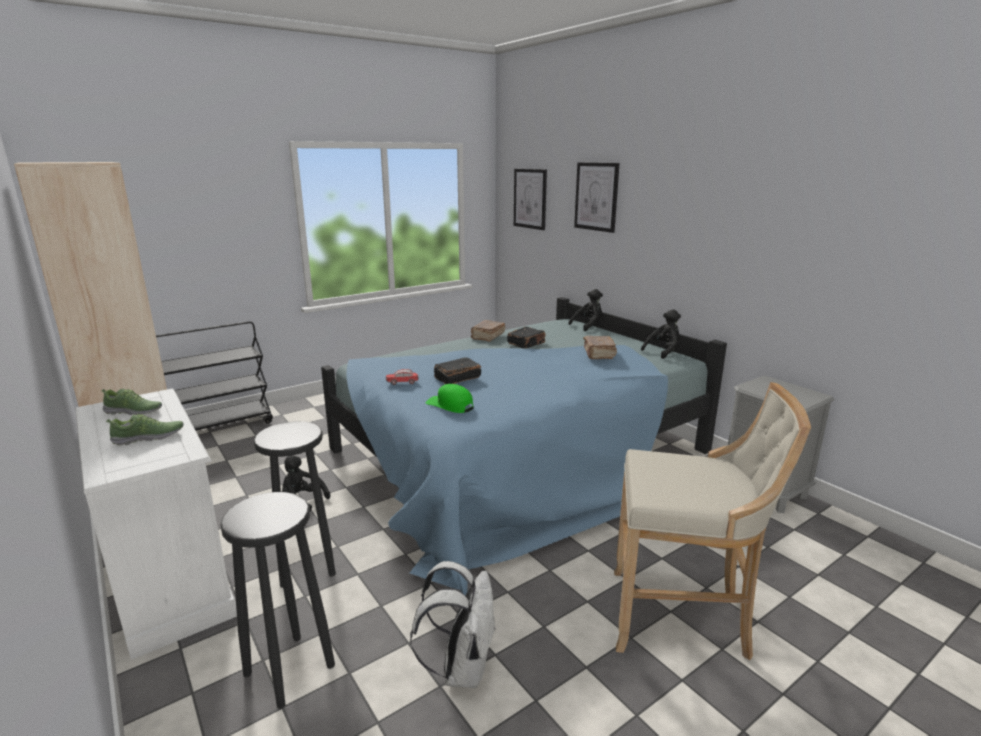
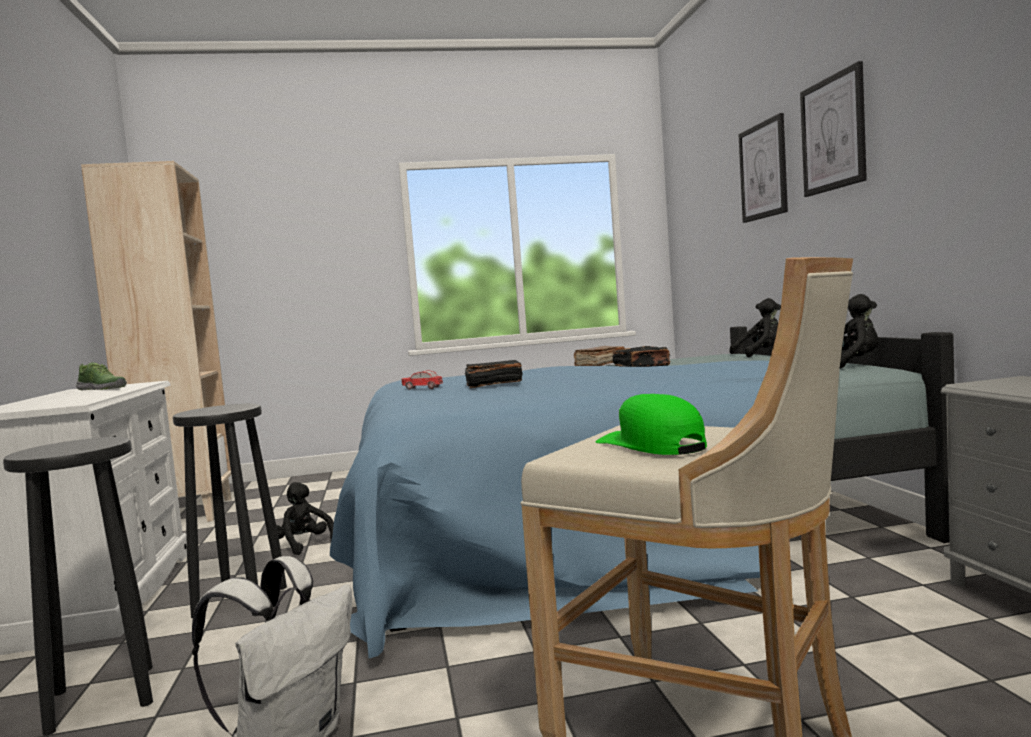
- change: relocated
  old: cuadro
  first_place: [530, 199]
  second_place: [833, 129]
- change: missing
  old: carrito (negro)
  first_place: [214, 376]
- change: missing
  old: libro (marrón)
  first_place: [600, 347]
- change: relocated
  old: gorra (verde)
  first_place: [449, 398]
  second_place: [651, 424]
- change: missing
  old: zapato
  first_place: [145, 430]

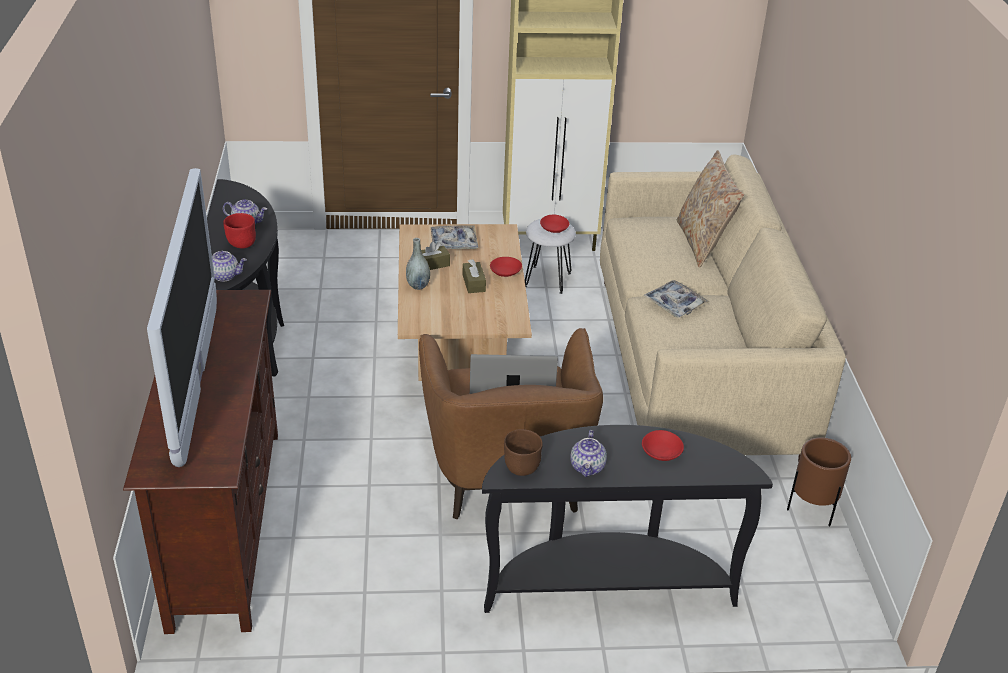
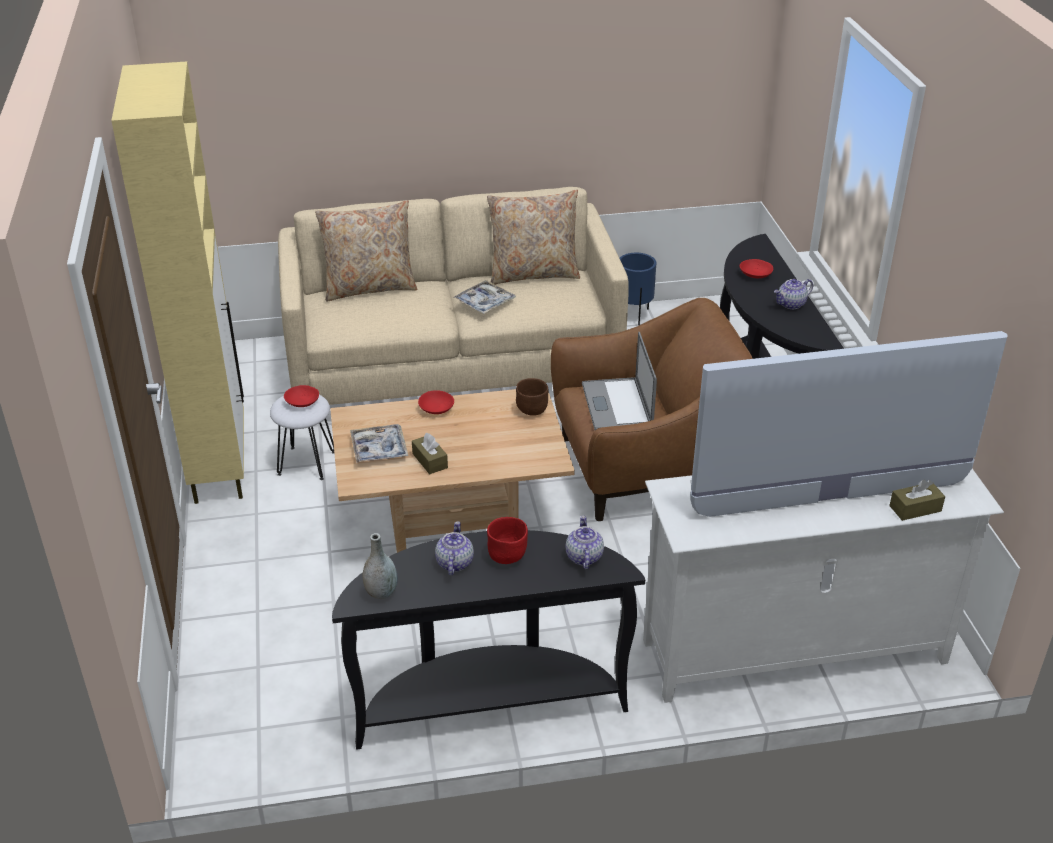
- change: relocated
  old: florero (gris)
  first_place: [418, 264]
  second_place: [380, 566]
- change: relocated
  old: caja de pañuelos (marrón)
  first_place: [474, 276]
  second_place: [917, 500]
- change: colour
  old: mueble de televisión (marrón)
  new: mueble de televisión (blanco)
  first_place: [200, 462]
  second_place: [823, 586]
- change: relocated
  old: cuenco (marrón)
  first_place: [523, 452]
  second_place: [532, 397]
- change: spun
  old: tetera
  first_place: [588, 453]
  second_place: [793, 294]
  degrees: 150
- change: colour
  old: maceta (marrón)
  new: maceta (azul)
  first_place: [819, 482]
  second_place: [638, 289]
- change: appeared
  new: cojín (beis)
  second_place: [533, 237]

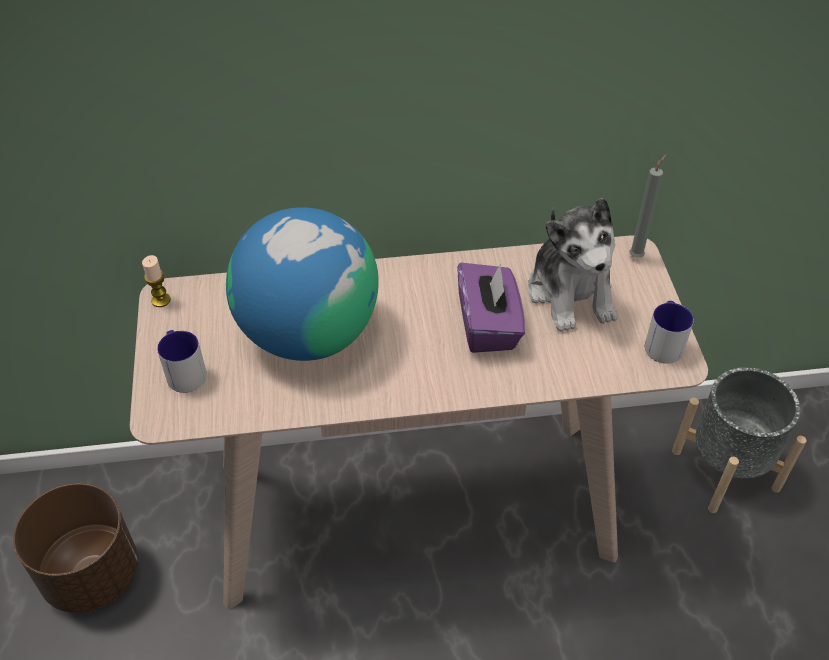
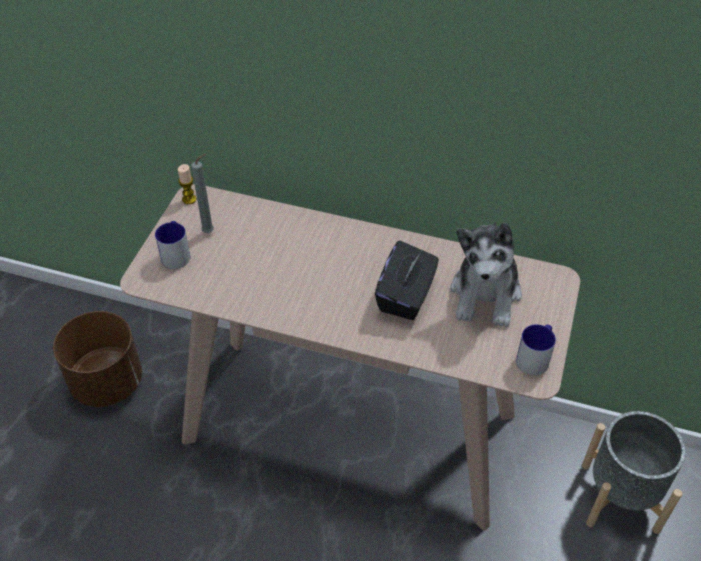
- change: relocated
  old: vela (gris)
  first_place: [648, 206]
  second_place: [202, 193]
- change: missing
  old: globo terráqueo
  first_place: [302, 284]
- change: colour
  old: caja de pañuelos (morado)
  new: caja de pañuelos (negro)
  first_place: [491, 308]
  second_place: [407, 280]

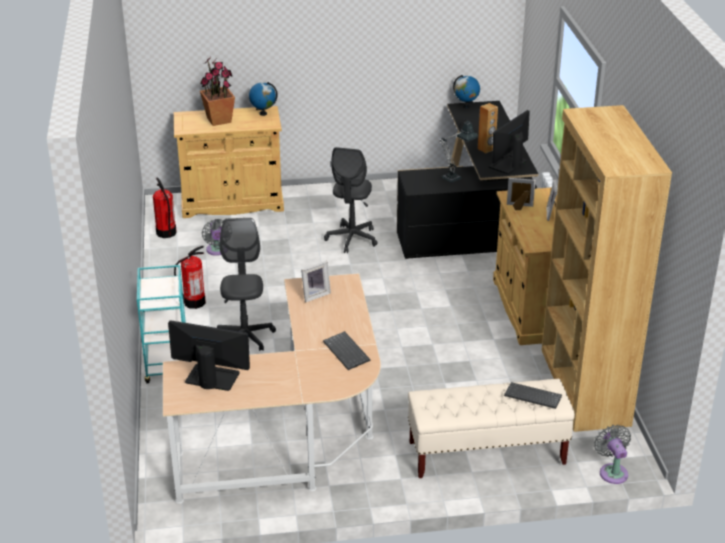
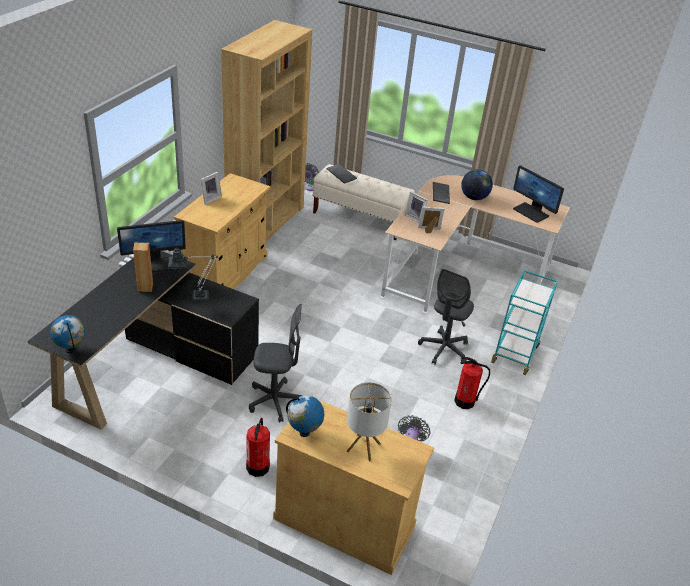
- change: exchanged
  old: planta en maceta
  new: lámpara de mesa
  first_place: [217, 92]
  second_place: [369, 422]
- change: spun
  old: silla de oficina (gris)
  first_place: [350, 200]
  second_place: [275, 363]
  degrees: 45
- change: relocated
  old: extintor
  first_place: [165, 207]
  second_place: [258, 447]
- change: relocated
  old: portarretratos
  first_place: [521, 194]
  second_place: [416, 207]
- change: appeared
  new: globo terráqueo
  second_place: [477, 184]

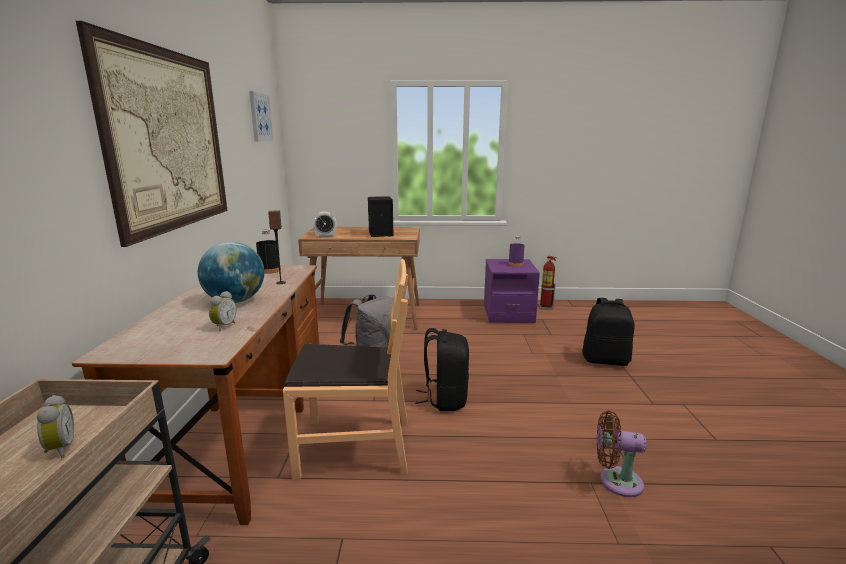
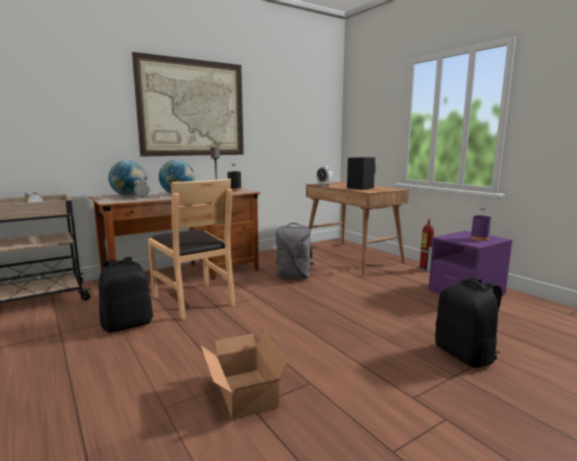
- change: missing
  old: cuadro
  first_place: [261, 116]
- change: relocated
  old: extintor
  first_place: [547, 283]
  second_place: [425, 245]
- change: relocated
  old: mochila (negro)
  first_place: [442, 369]
  second_place: [126, 295]
- change: exchanged
  old: ventilador (marrón)
  new: caja de cartón
  first_place: [622, 454]
  second_place: [244, 375]
- change: appeared
  new: globo terráqueo
  second_place: [127, 178]

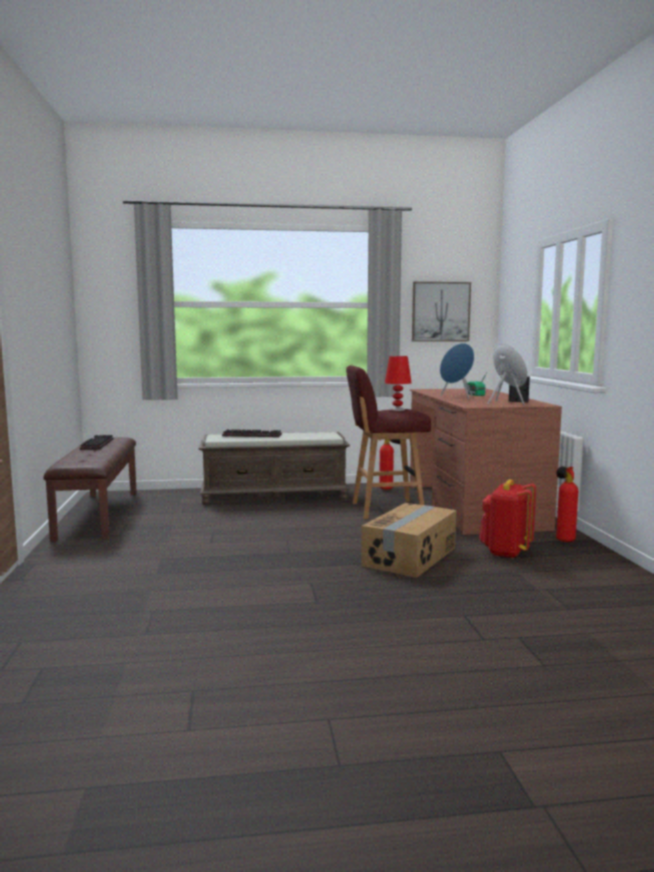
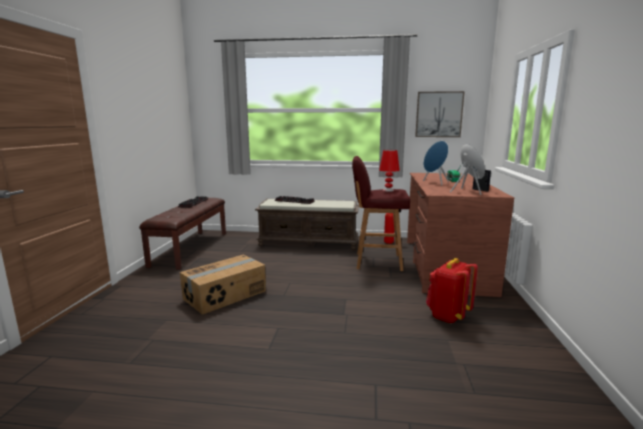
- change: missing
  old: extintor
  first_place: [567, 504]
- change: relocated
  old: caja de cartón
  first_place: [408, 540]
  second_place: [223, 285]

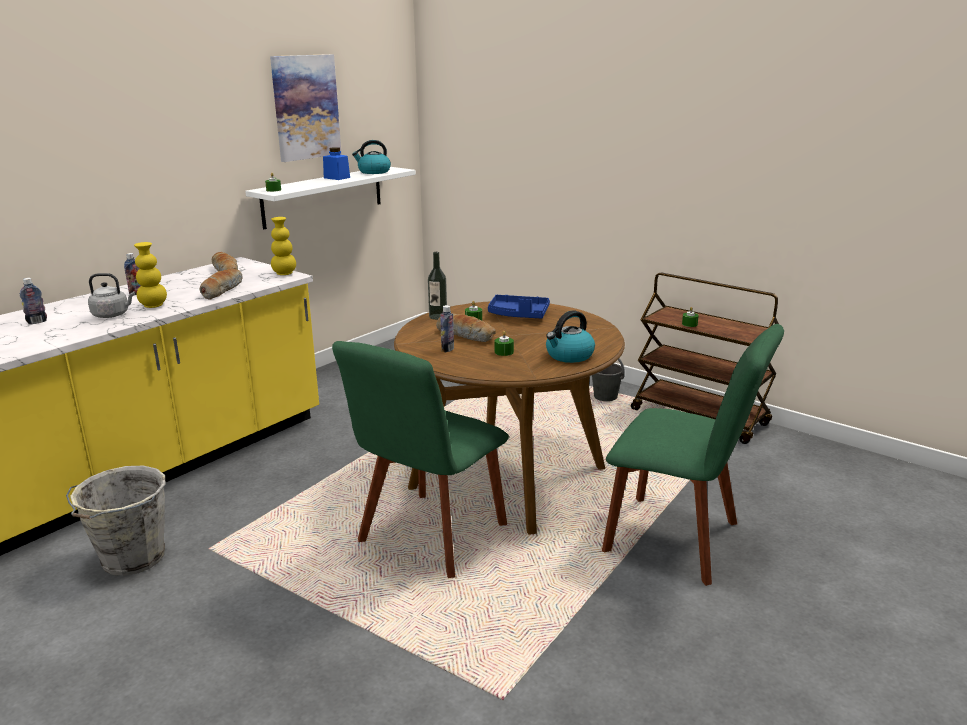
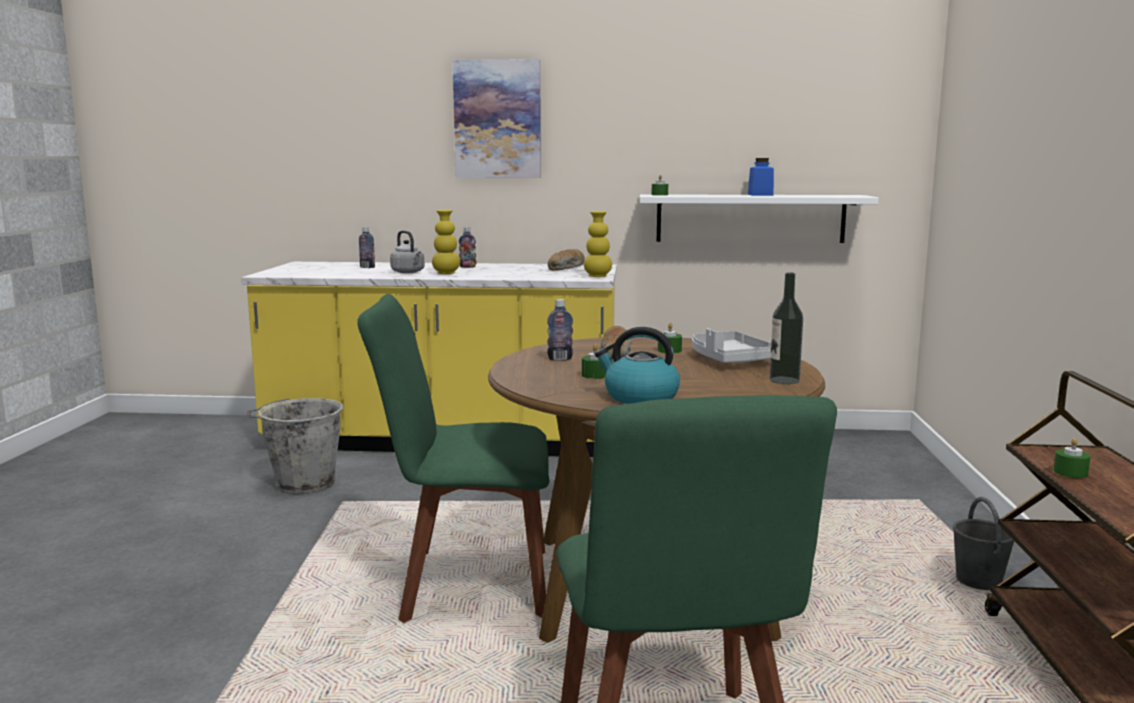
- change: relocated
  old: cuadro
  first_place: [306, 108]
  second_place: [497, 118]
- change: missing
  old: hervidor
  first_place: [371, 157]
- change: relocated
  old: botella
  first_place: [437, 286]
  second_place: [786, 328]
- change: missing
  old: pan
  first_place: [221, 284]
- change: colour
  old: bandeja (azul)
  new: bandeja (gris)
  first_place: [519, 306]
  second_place: [731, 345]

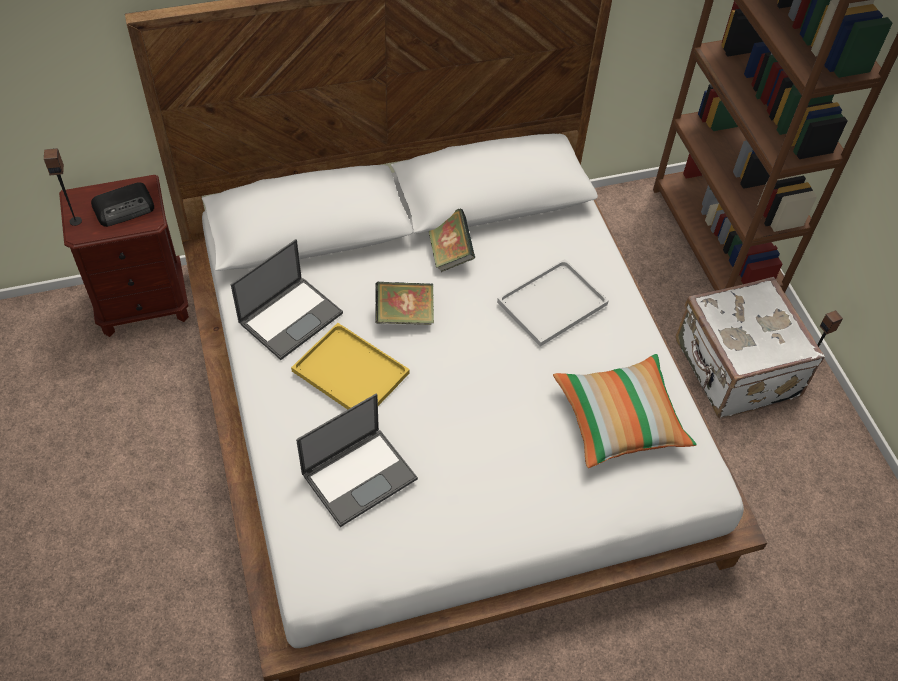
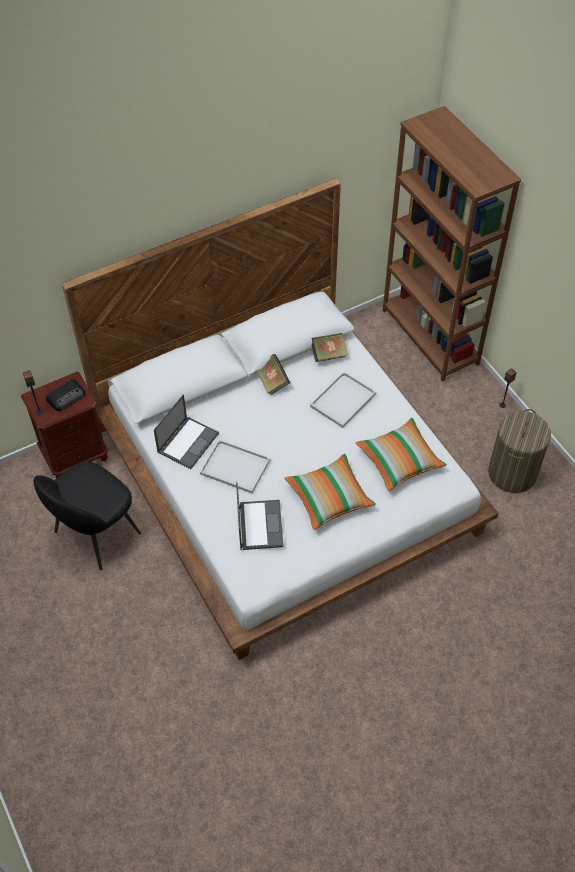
- change: missing
  old: maleta (blanco)
  first_place: [750, 347]
- change: relocated
  old: libro
  first_place: [404, 303]
  second_place: [329, 347]
- change: colour
  old: bandeja (amarillo)
  new: bandeja (blanco)
  first_place: [350, 366]
  second_place: [235, 466]
- change: spun
  old: portátil
  first_place: [357, 460]
  second_place: [260, 516]
  degrees: -45
- change: appeared
  new: cesto de la ropa
  second_place: [519, 451]
- change: appeared
  new: cojín
  second_place: [330, 492]
- change: appeared
  new: silla (negro)
  second_place: [87, 516]

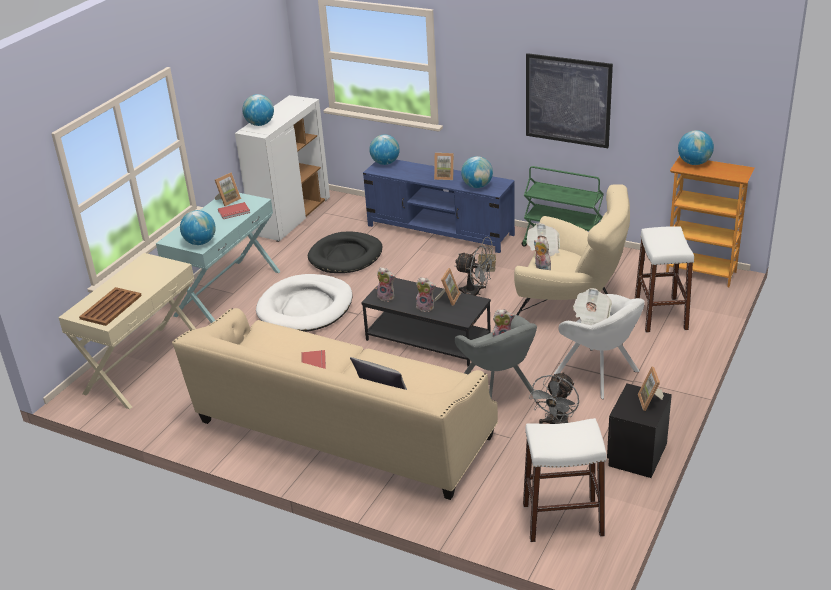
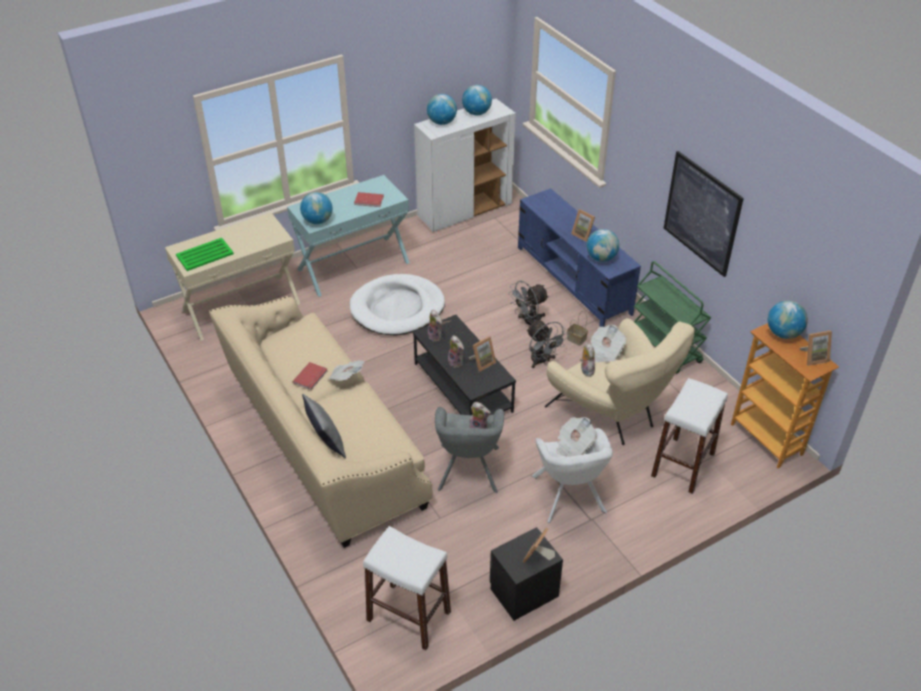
- change: relocated
  old: globo terráqueo
  first_place: [384, 149]
  second_place: [477, 100]
- change: relocated
  old: portarretratos
  first_place: [227, 189]
  second_place: [816, 348]
- change: missing
  old: cama para perro (negro)
  first_place: [345, 252]
- change: colour
  old: bandeja (marrón)
  new: bandeja (verde)
  first_place: [110, 306]
  second_place: [205, 254]
- change: relocated
  old: ventilador (gris)
  first_place: [554, 398]
  second_place: [528, 303]
- change: appeared
  new: periódico
  second_place: [346, 370]

